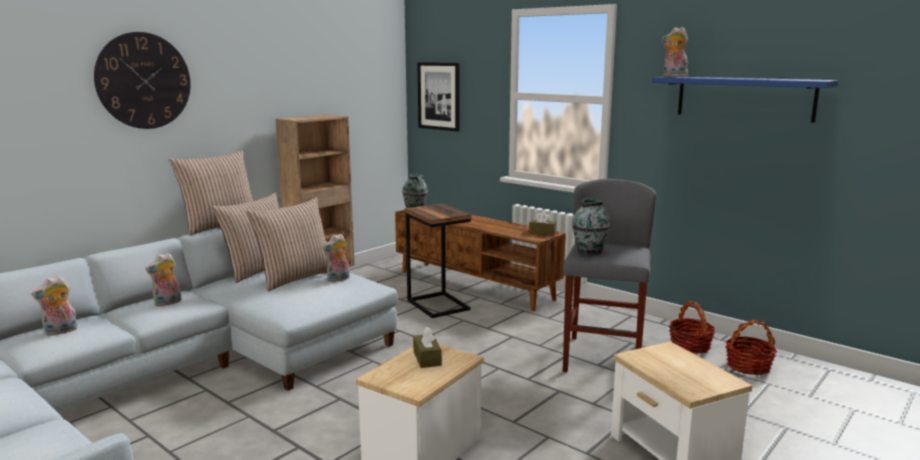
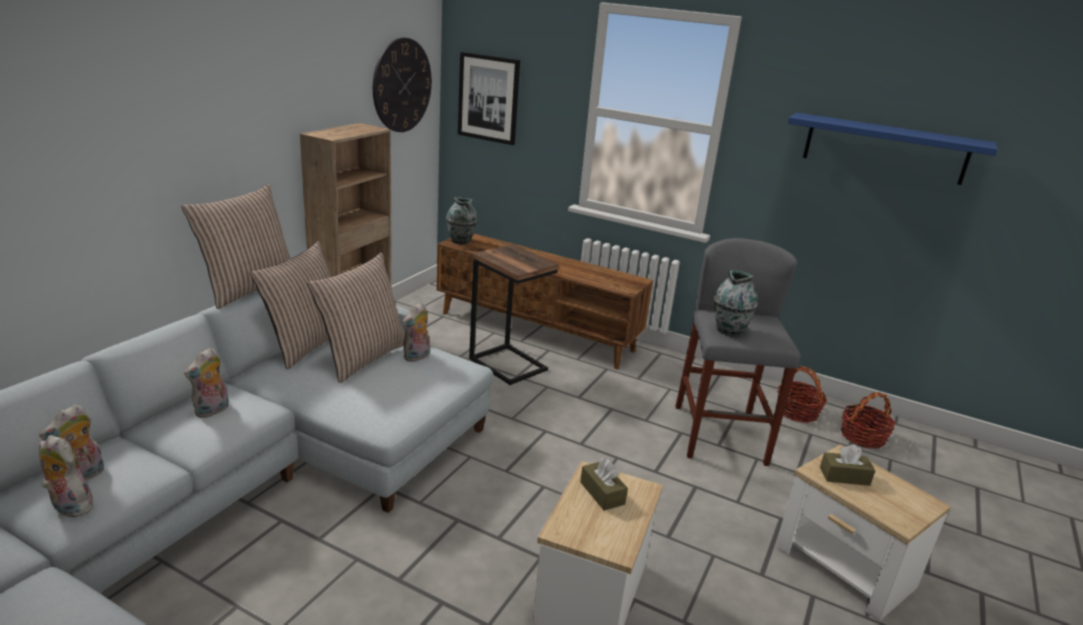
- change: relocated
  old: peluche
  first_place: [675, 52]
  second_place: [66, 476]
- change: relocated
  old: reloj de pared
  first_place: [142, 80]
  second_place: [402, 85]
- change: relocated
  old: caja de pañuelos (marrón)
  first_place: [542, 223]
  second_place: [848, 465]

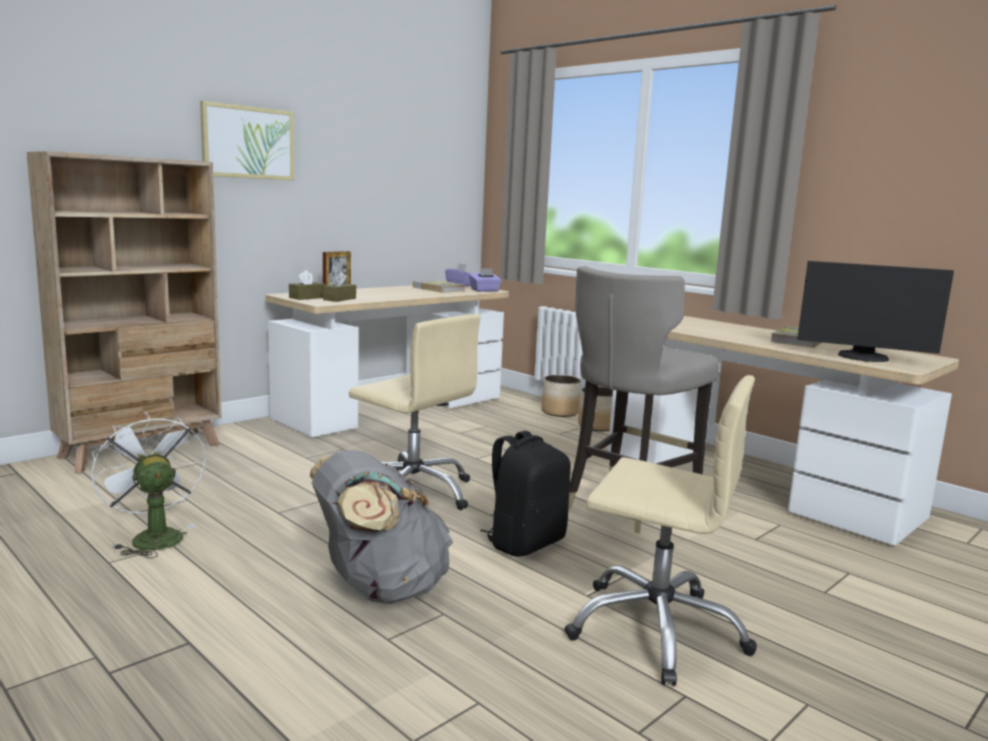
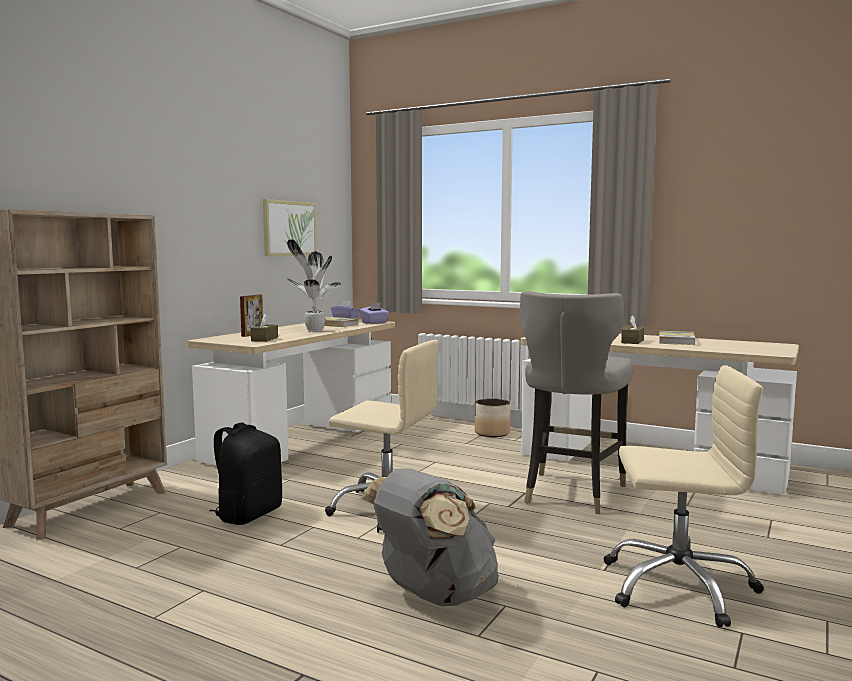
- change: relocated
  old: cuadro
  first_place: [247, 140]
  second_place: [290, 227]
- change: missing
  old: monitor
  first_place: [875, 311]
- change: relocated
  old: caja de pañuelos (marrón)
  first_place: [307, 285]
  second_place: [632, 329]
- change: missing
  old: maceta
  first_place: [561, 396]
- change: missing
  old: ventilador (blanco)
  first_place: [148, 485]
- change: relocated
  old: mochila (negro)
  first_place: [525, 494]
  second_place: [245, 474]
- change: appeared
  new: planta en maceta
  second_place: [314, 285]

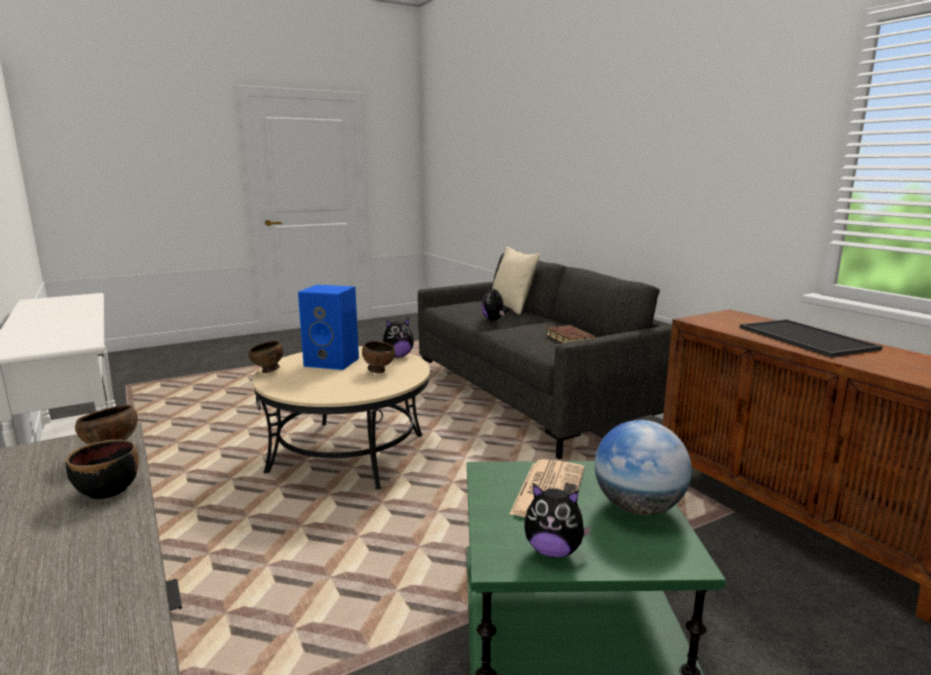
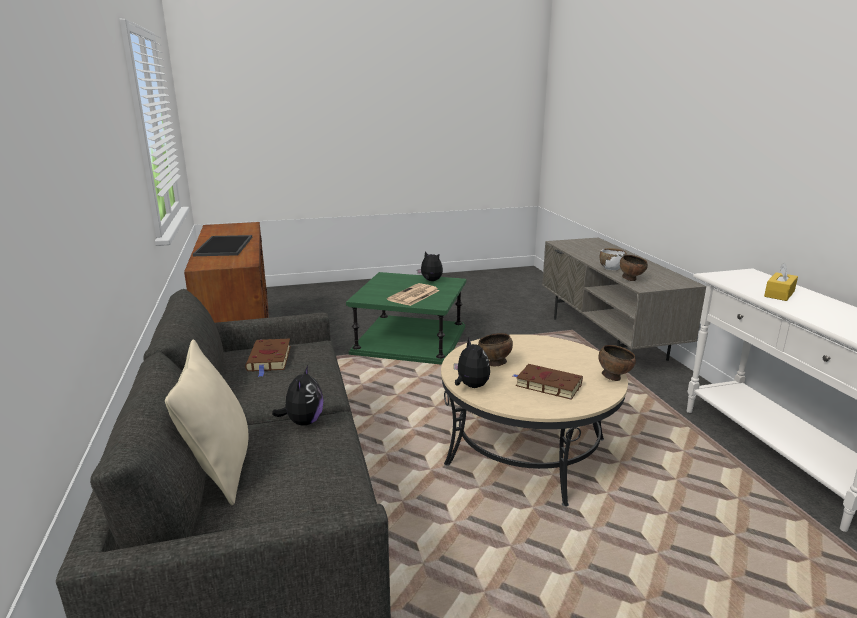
- change: exchanged
  old: altavoz (azul)
  new: libro (marrón)
  first_place: [328, 327]
  second_place: [548, 382]
- change: spun
  old: peluche
  first_place: [398, 337]
  second_place: [472, 363]
  degrees: 75
- change: missing
  old: globo terráqueo
  first_place: [643, 467]
- change: colour
  old: cuenco (negro)
  new: cuenco (blanco)
  first_place: [102, 469]
  second_place: [613, 259]
- change: appeared
  new: caja de pañuelos (amarillo)
  second_place: [781, 282]

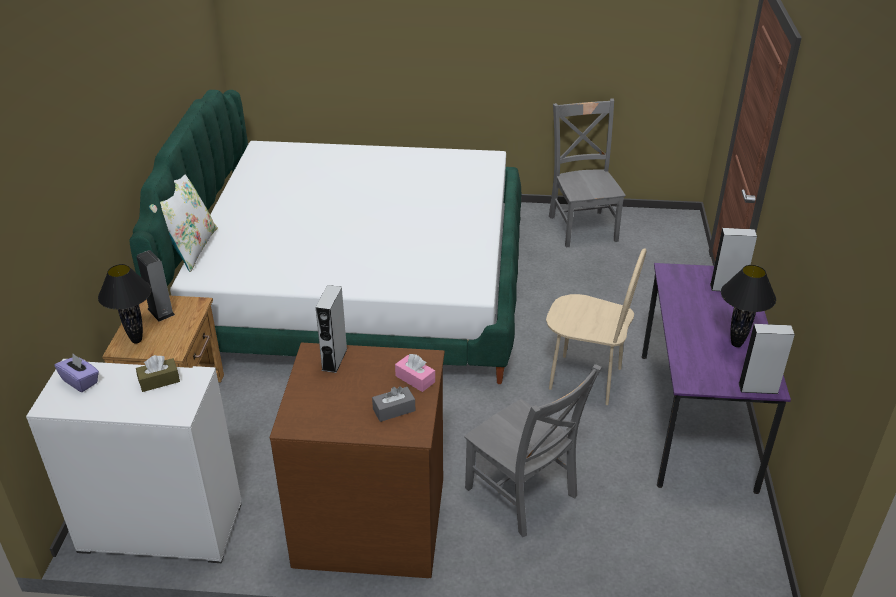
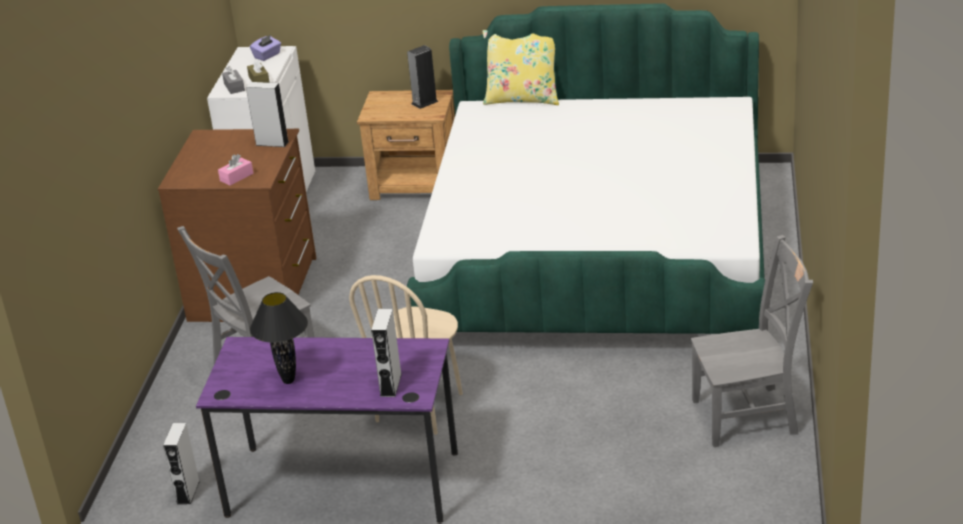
- change: colour
  old: cojín (blanco)
  new: cojín (amarillo)
  first_place: [183, 223]
  second_place: [521, 67]
- change: missing
  old: lámpara de mesa (negro)
  first_place: [124, 304]
- change: relocated
  old: altavoz (gris)
  first_place: [766, 359]
  second_place: [181, 464]
- change: relocated
  old: caja de pañuelos (gris)
  first_place: [393, 404]
  second_place: [233, 80]

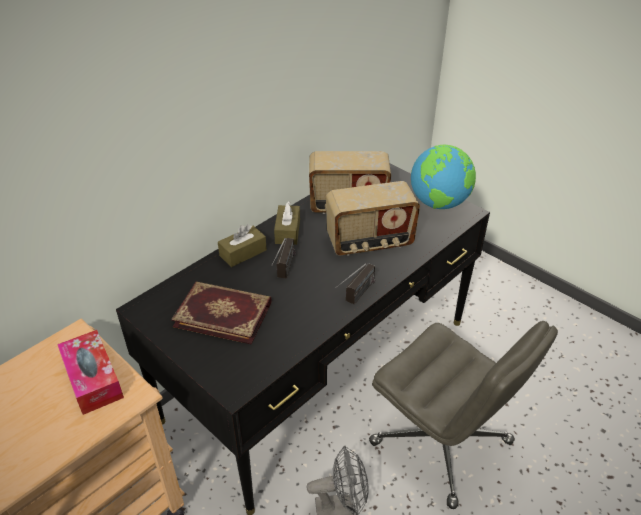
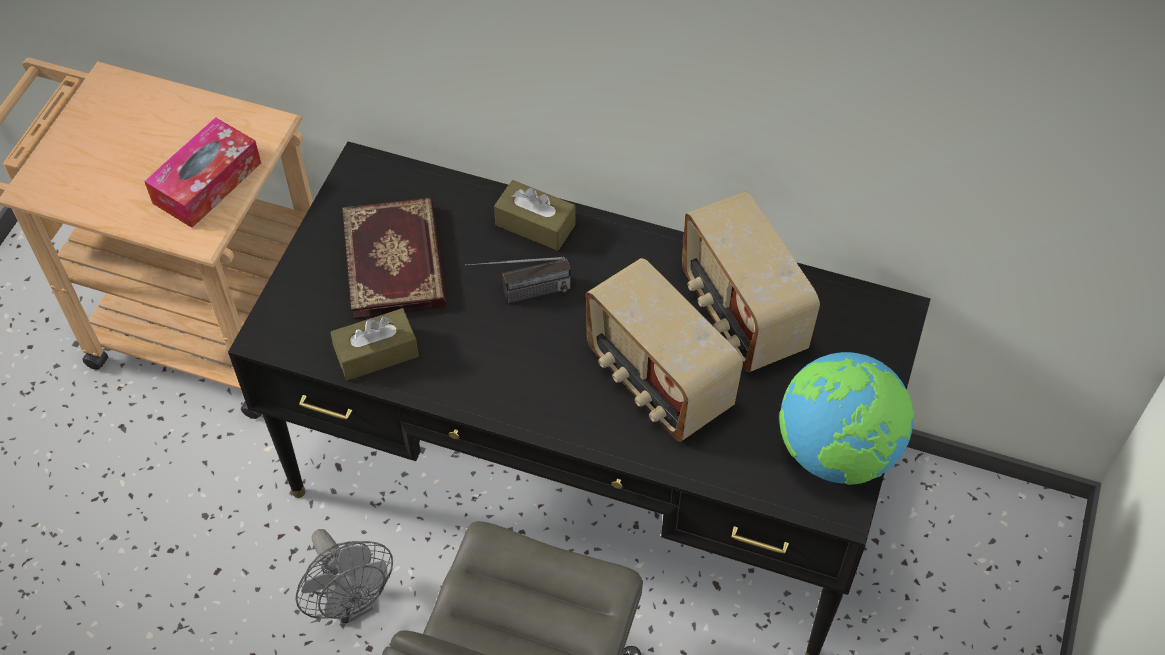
- change: relocated
  old: caja de pañuelos (marrón)
  first_place: [287, 223]
  second_place: [375, 344]
- change: missing
  old: radio
  first_place: [355, 284]

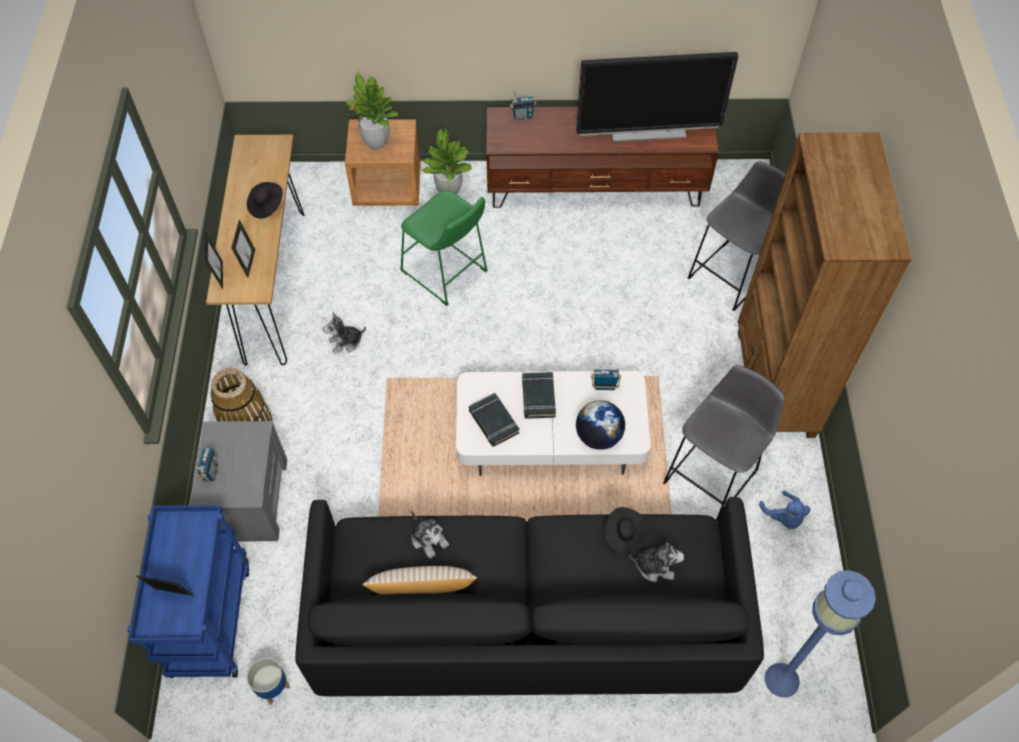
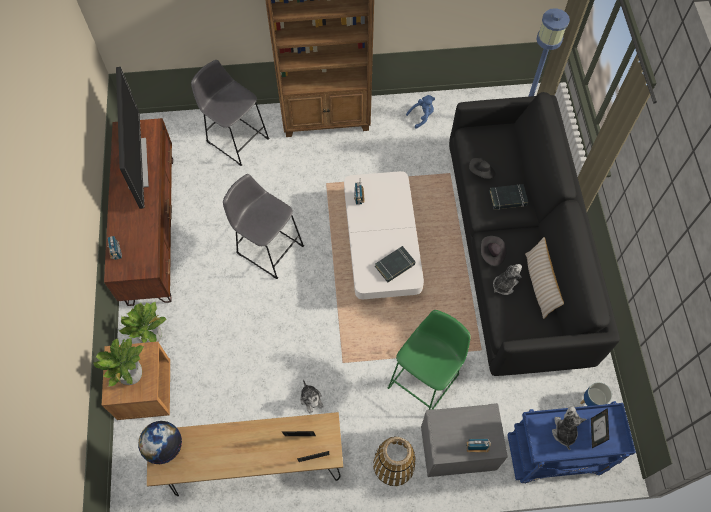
- change: relocated
  old: sombrero (negro)
  first_place: [264, 200]
  second_place: [494, 251]
- change: relocated
  old: taburete (verde)
  first_place: [444, 248]
  second_place: [429, 360]
- change: relocated
  old: taburete (gris)
  first_place: [724, 443]
  second_place: [263, 226]
- change: relocated
  old: libro (negro)
  first_place: [539, 395]
  second_place: [508, 197]
- change: relocated
  old: globo terráqueo
  first_place: [600, 425]
  second_place: [160, 442]
- change: relocated
  old: peluche
  first_place: [656, 562]
  second_place: [569, 428]

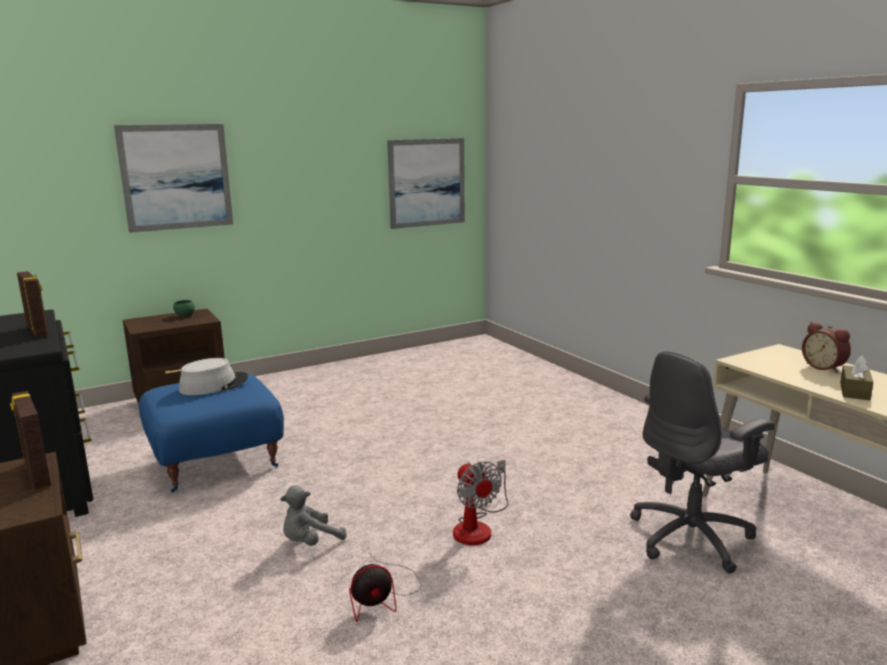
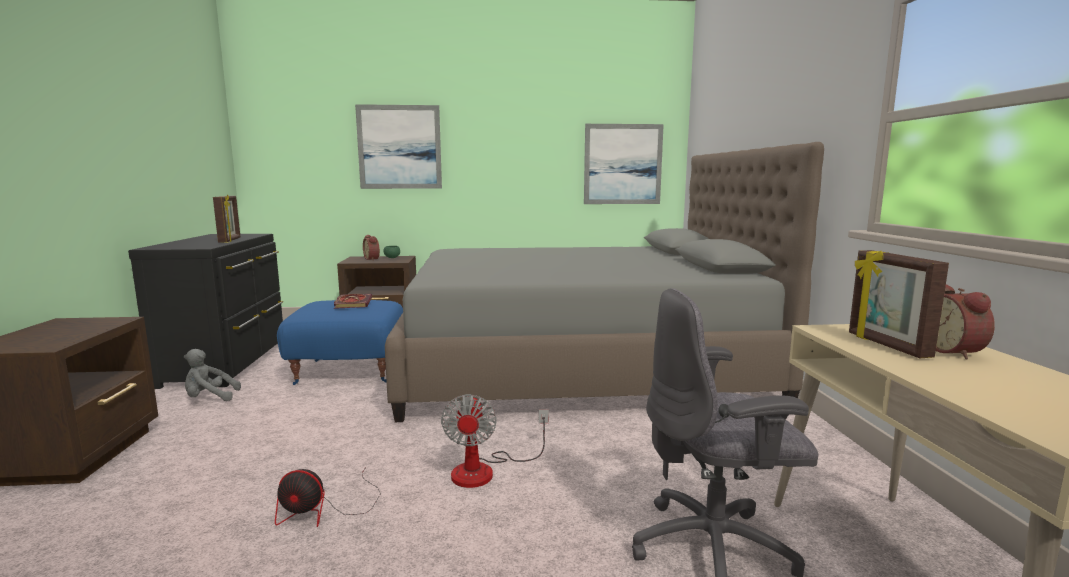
- change: missing
  old: caja de pañuelos (marrón)
  first_place: [856, 378]
- change: exchanged
  old: sombrero (gris)
  new: libro
  first_place: [213, 376]
  second_place: [353, 301]
- change: relocated
  old: portarretratos
  first_place: [30, 440]
  second_place: [899, 304]
- change: relocated
  old: peluche (gris)
  first_place: [313, 515]
  second_place: [212, 375]
- change: appeared
  new: cama (gris)
  second_place: [604, 282]
- change: appeared
  new: despertador
  second_place: [371, 247]

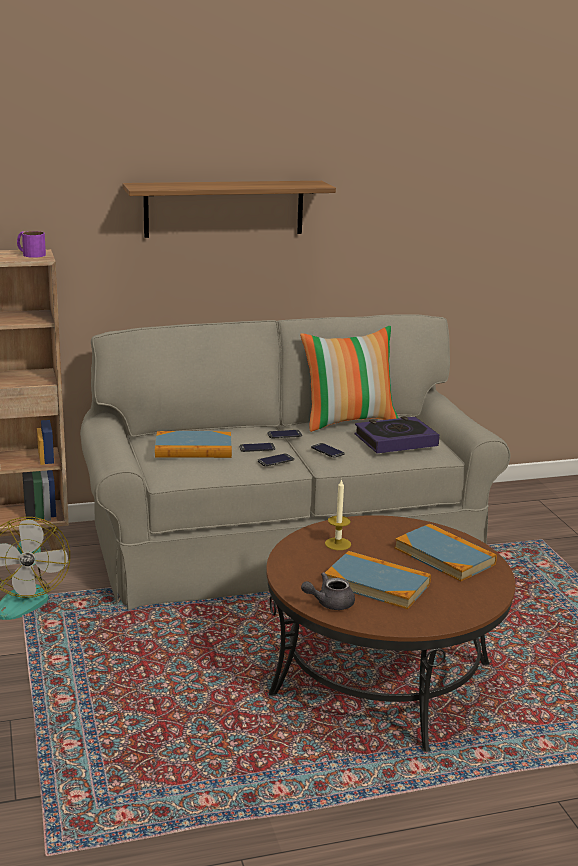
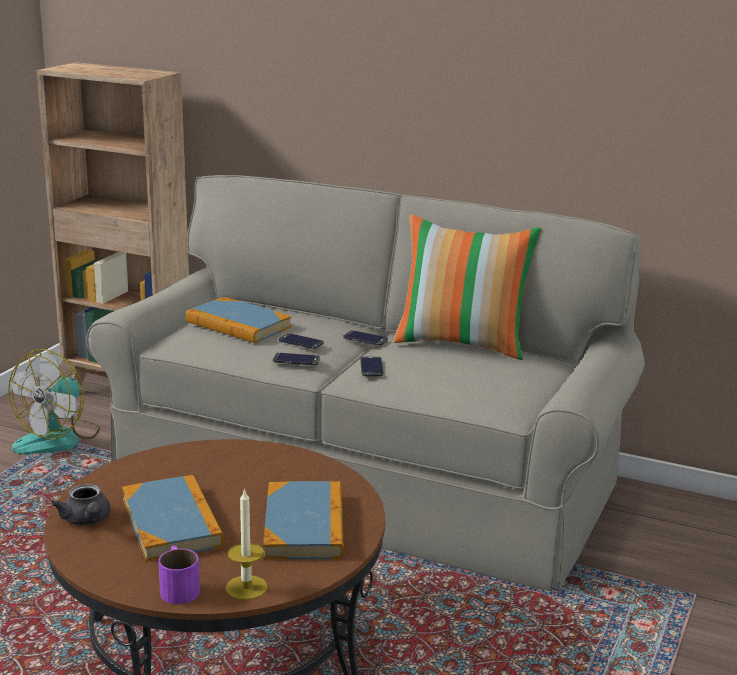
- change: missing
  old: estante
  first_place: [229, 209]
- change: relocated
  old: taza grande (morado)
  first_place: [31, 244]
  second_place: [179, 574]
- change: missing
  old: libro
  first_place: [396, 434]
- change: relocated
  old: vela
  first_place: [338, 514]
  second_place: [247, 544]
- change: spun
  old: tetera (gris)
  first_place: [328, 591]
  second_place: [81, 504]
  degrees: -135

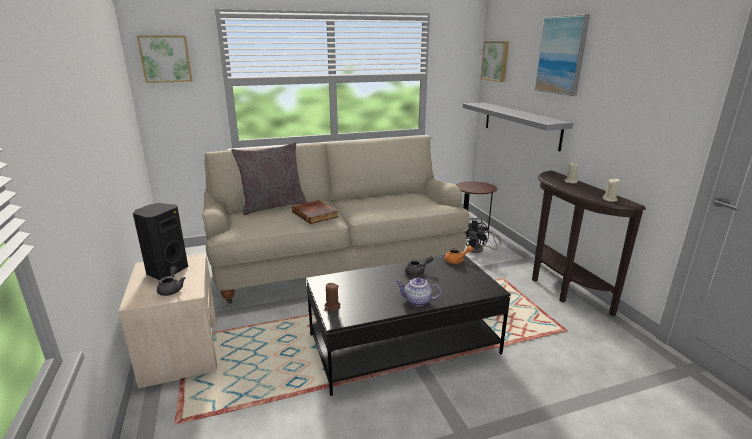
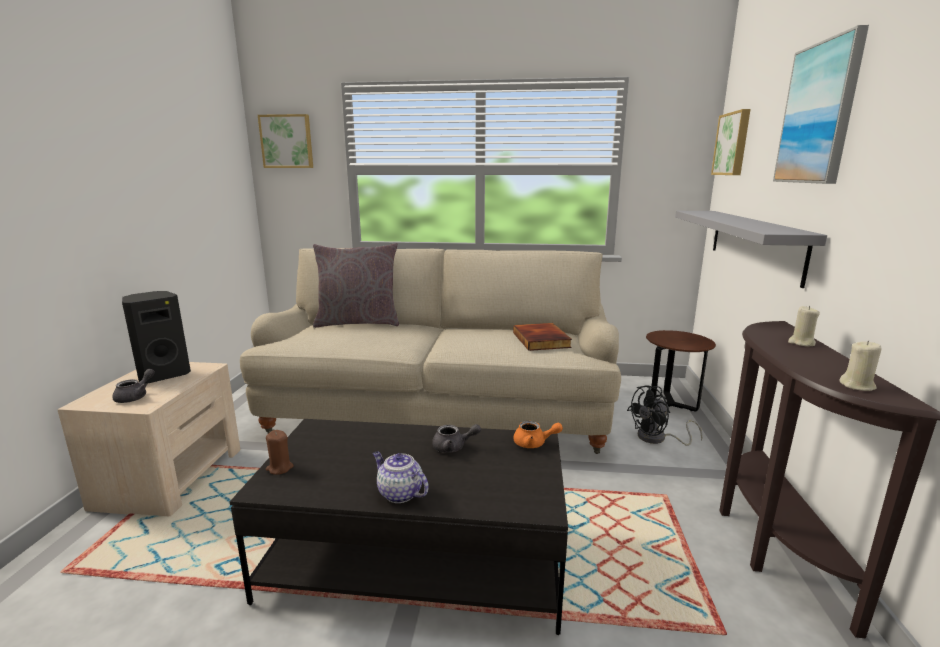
- change: relocated
  old: libro
  first_place: [315, 212]
  second_place: [542, 337]

